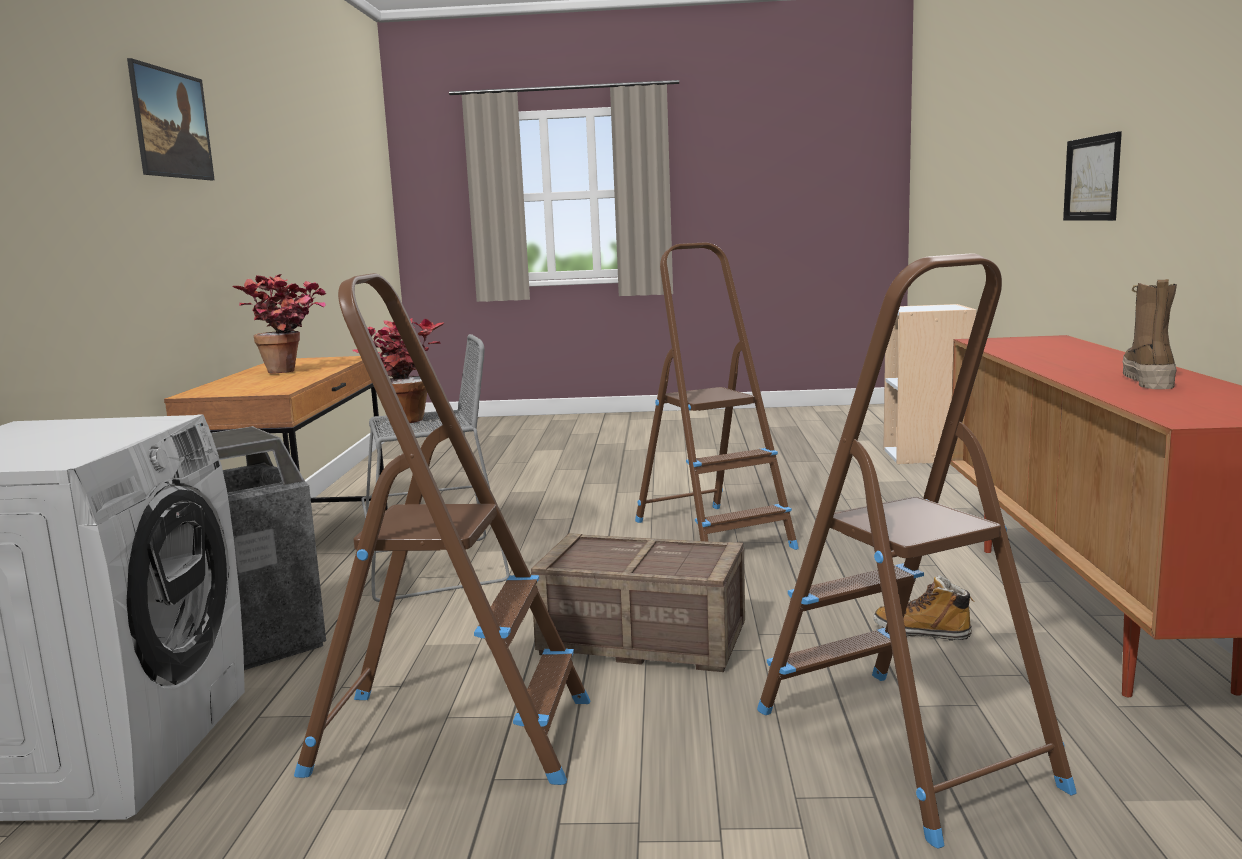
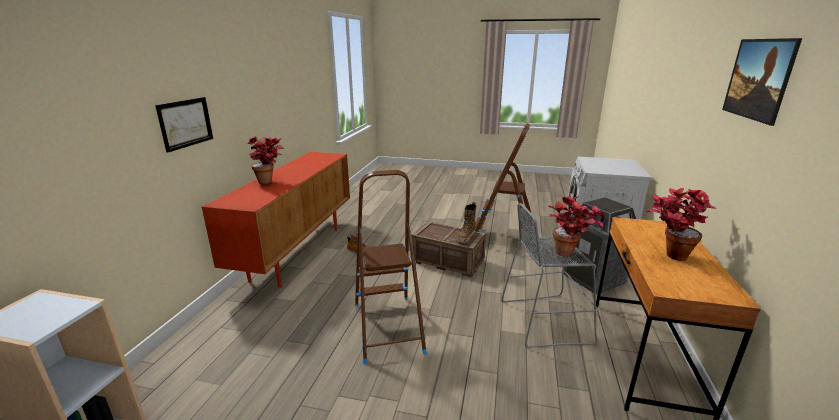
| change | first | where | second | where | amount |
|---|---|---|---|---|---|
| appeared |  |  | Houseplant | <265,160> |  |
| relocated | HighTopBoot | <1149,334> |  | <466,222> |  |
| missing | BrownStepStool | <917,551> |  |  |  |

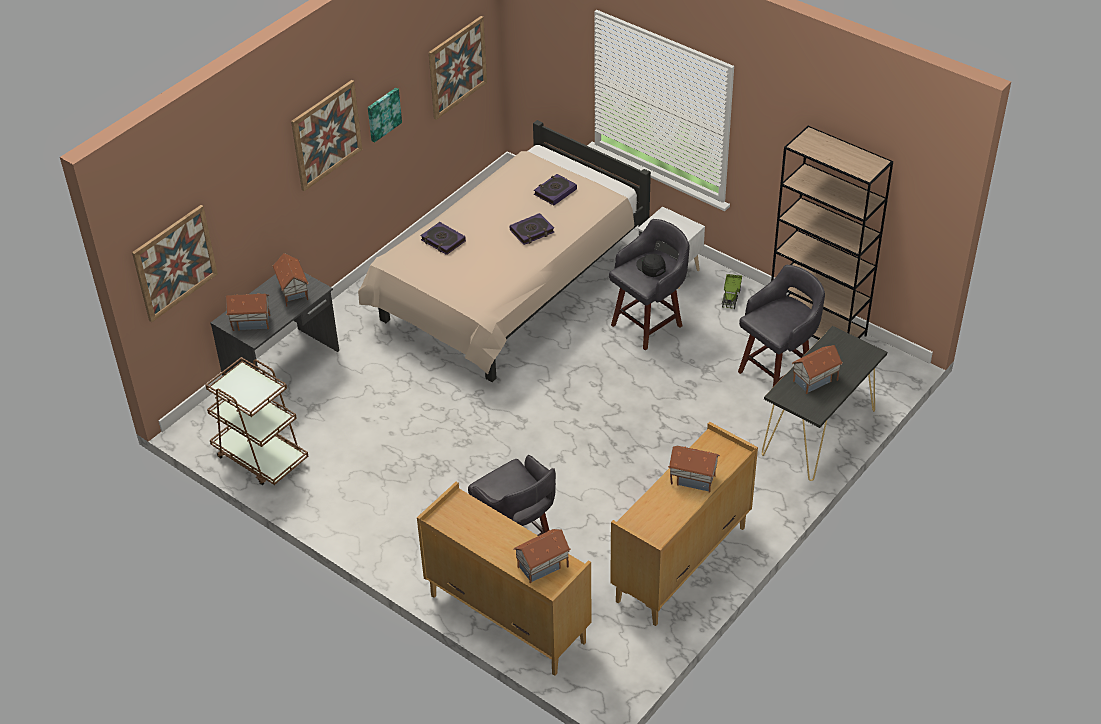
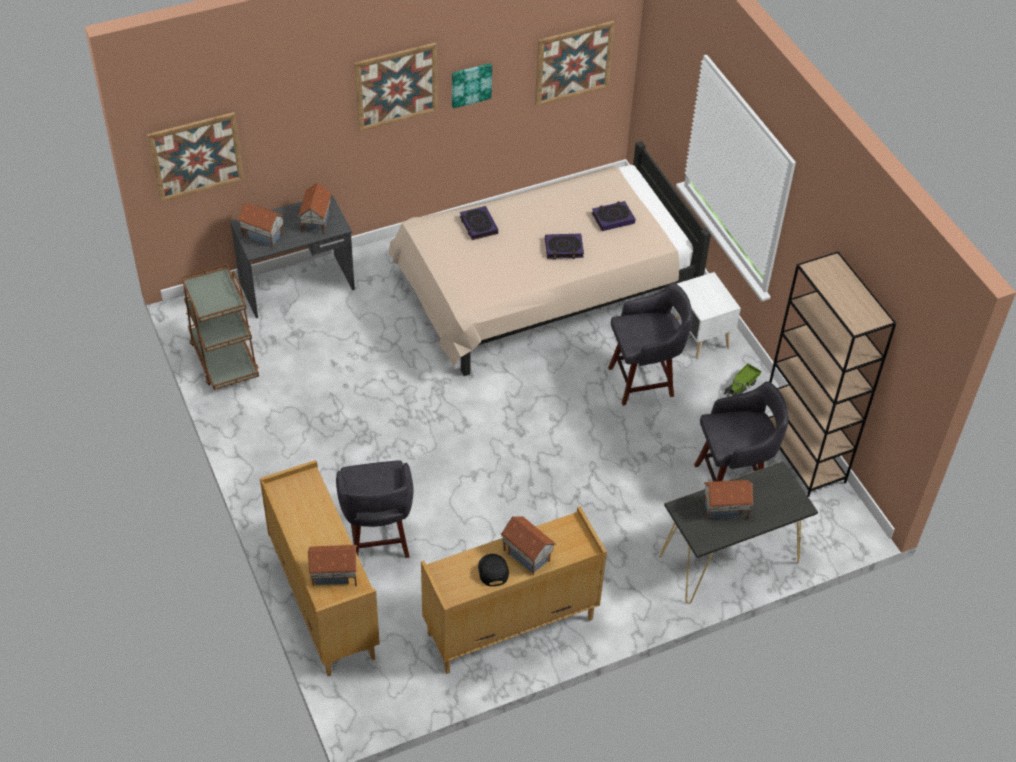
| change | first | where | second | where | amount |
|---|---|---|---|---|---|
| relocated | BlackColouredCap | <651,265> |  | <493,570> |  |

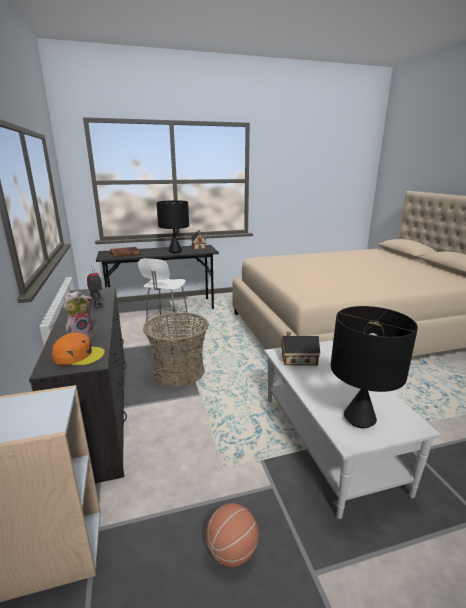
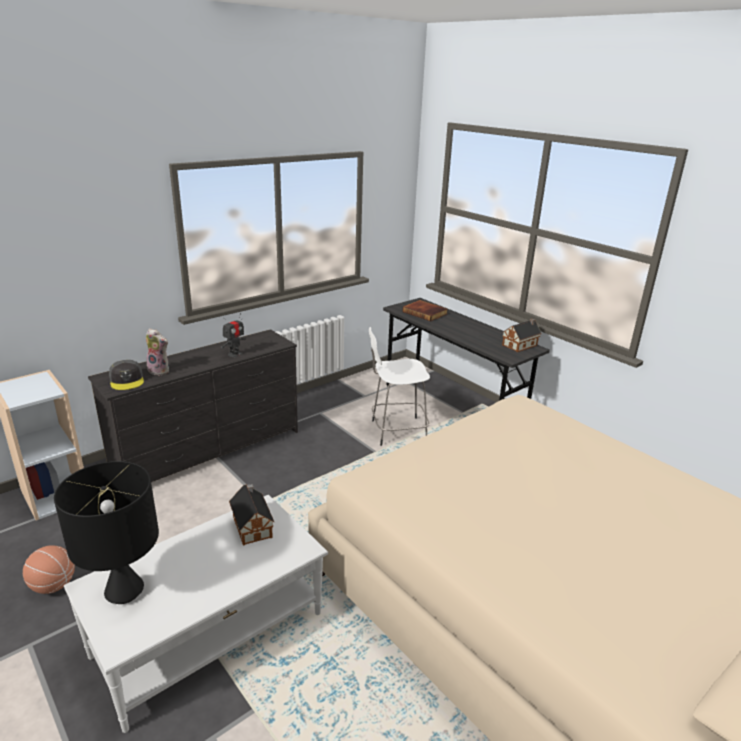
| change | first | where | second | where | amount |
|---|---|---|---|---|---|
| colour | OrangeyCap | <78,349> | GreyishCap | <126,375> |  |
| missing | Basket | <176,349> |  |  |  |
| missing | BlackColouredTableLamp | <172,226> |  |  |  |

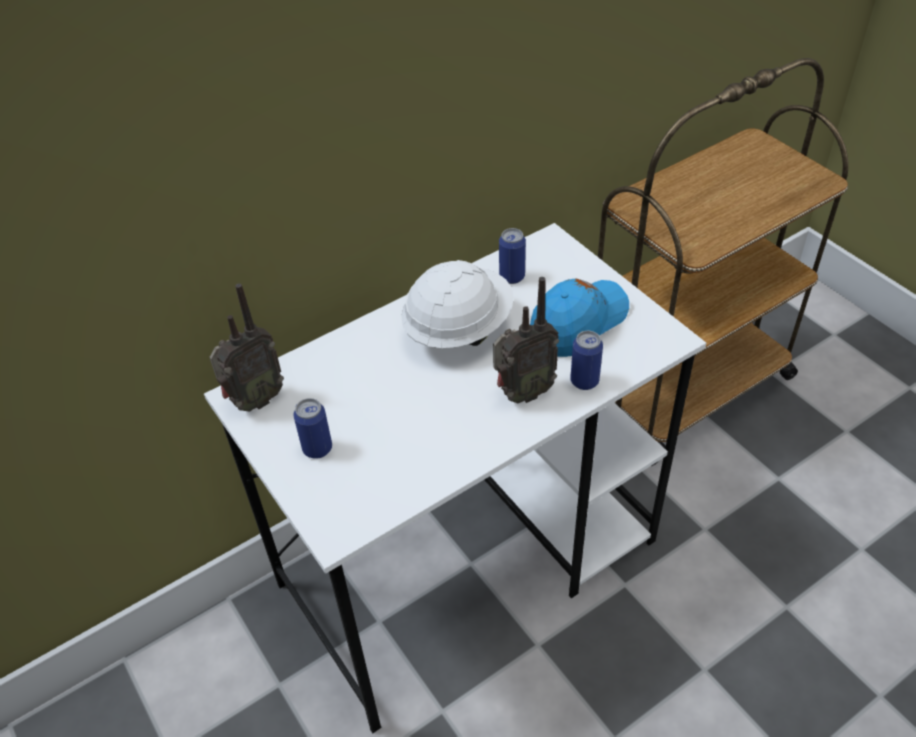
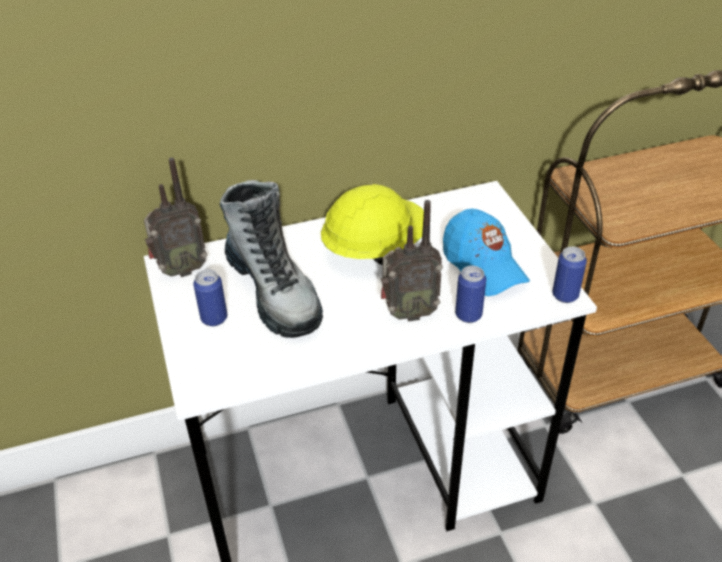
| change | first | where | second | where | amount |
|---|---|---|---|---|---|
| appeared |  |  | HighTopBoot | <271,259> |  |
| colour | WhitishWorkHelmet | <457,304> | YellowWorkHelmet | <372,224> |  |
| spun | BluishCap | <579,317> |  | <486,252> | 90 degrees clockwise |
| relocated | Can | <512,256> |  | <569,274> |  |

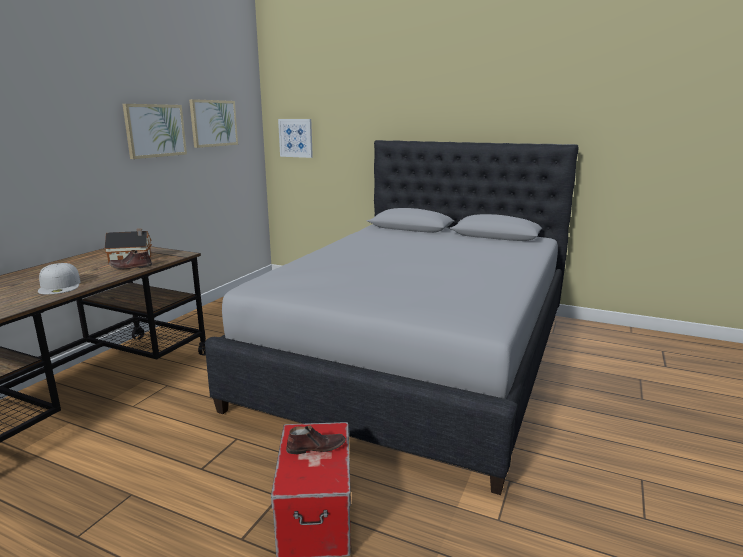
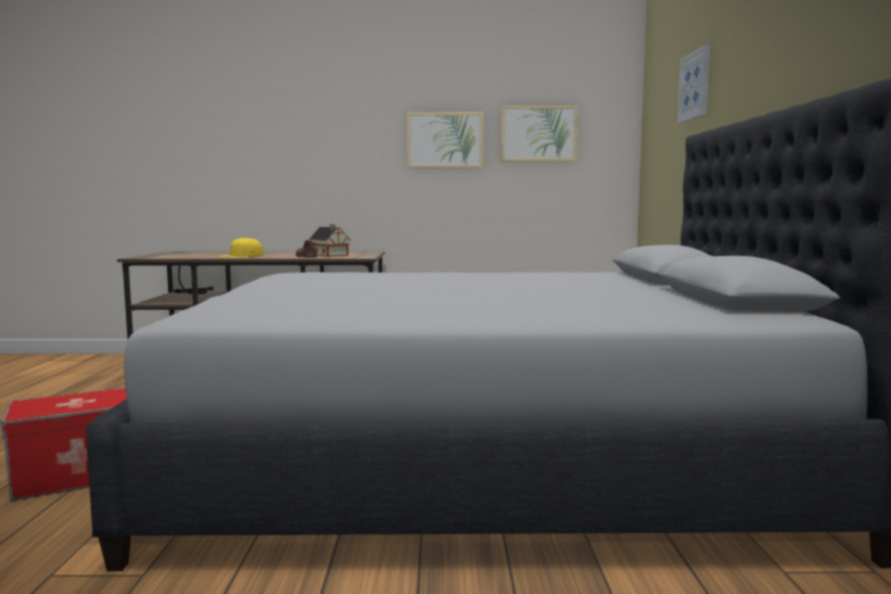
| change | first | where | second | where | amount |
|---|---|---|---|---|---|
| colour | WhitishCap | <59,278> | YellowCap | <241,247> |  |
| relocated | WallPicture | <295,138> |  | <693,83> |  |
| missing | BrownItemOfFootwear | <316,439> |  |  |  |

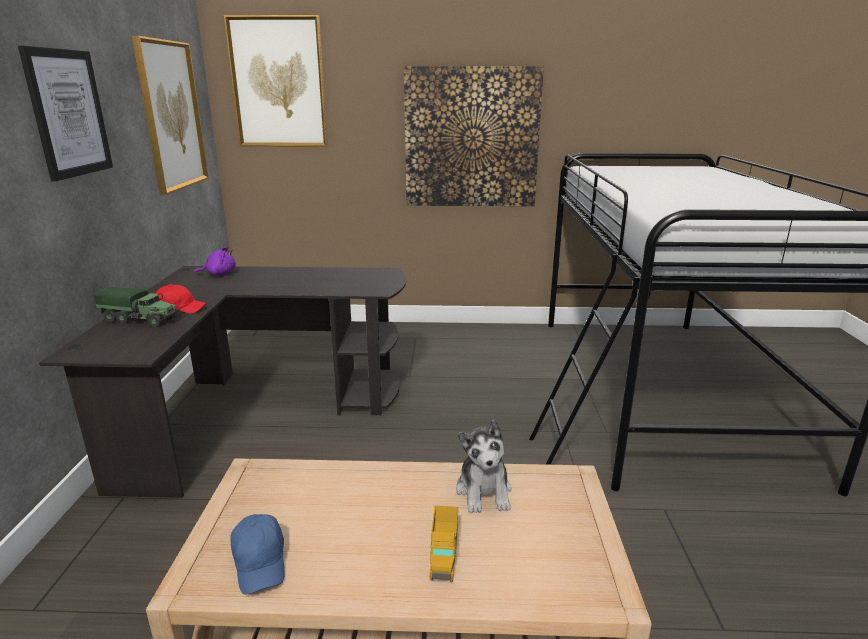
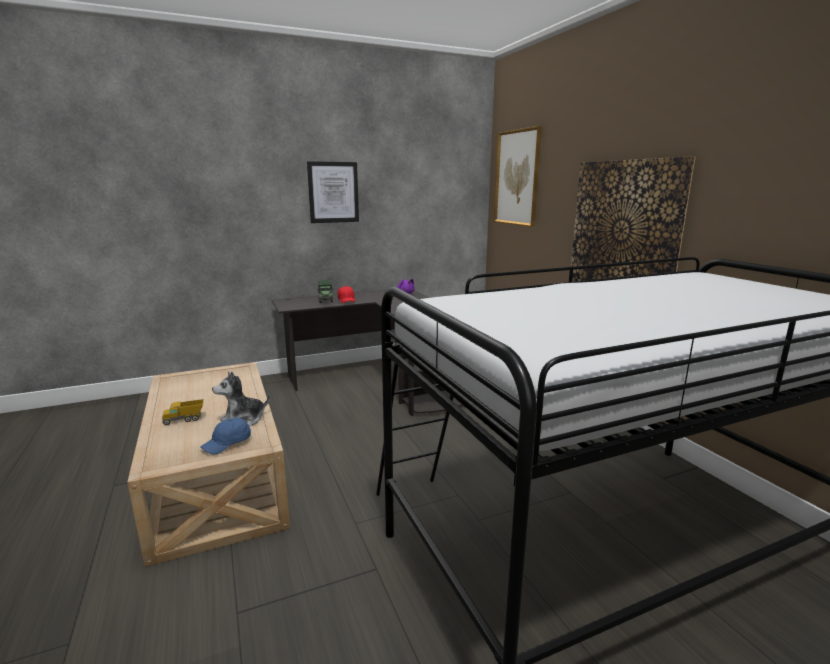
| change | first | where | second | where | amount |
|---|---|---|---|---|---|
| relocated | BluishCap | <257,554> |  | <225,436> |  |
| missing | WallPicture | <170,115> |  |  |  |

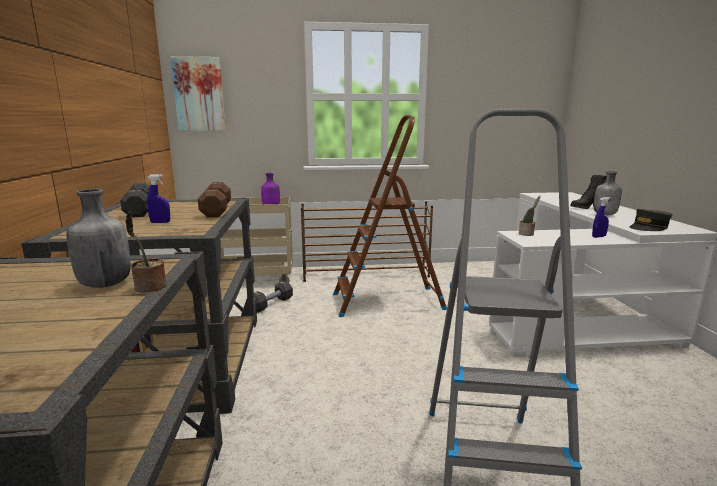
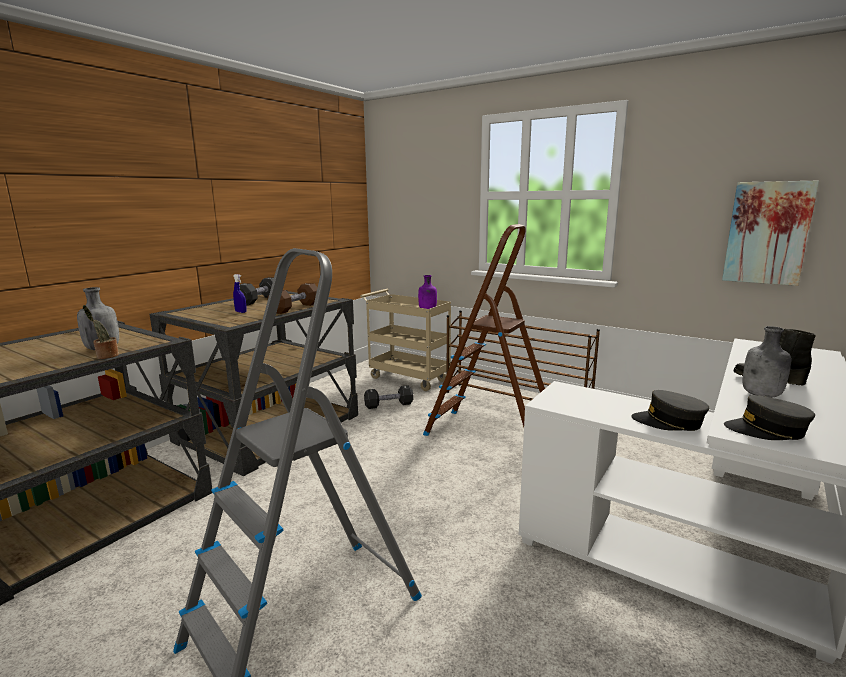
| change | first | where | second | where | amount |
|---|---|---|---|---|---|
| exchanged | BluishSprayBottle | <601,217> | GreyishCap | <670,410> |  |
| relocated | WallPicture | <198,93> |  | <770,233> |  |
| missing | Houseplant | <530,215> |  |  |  |

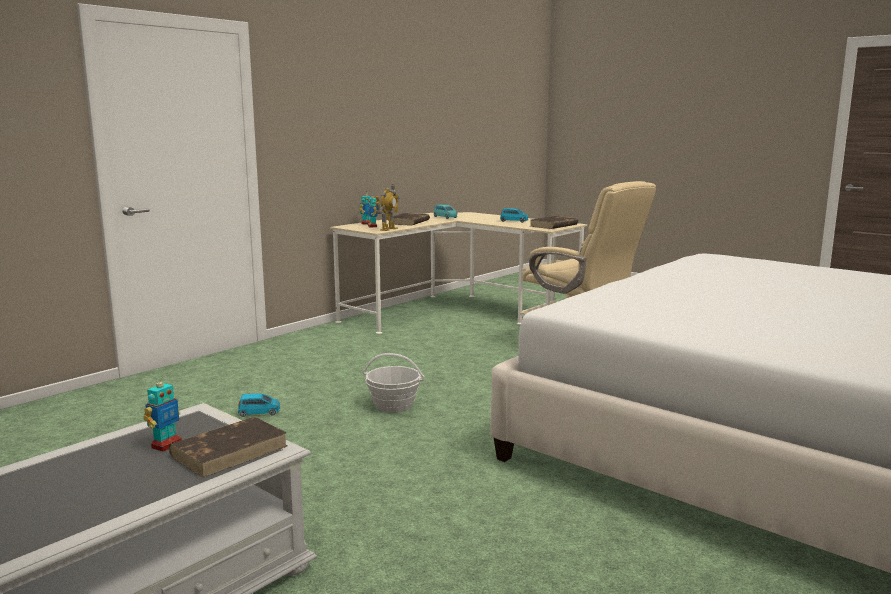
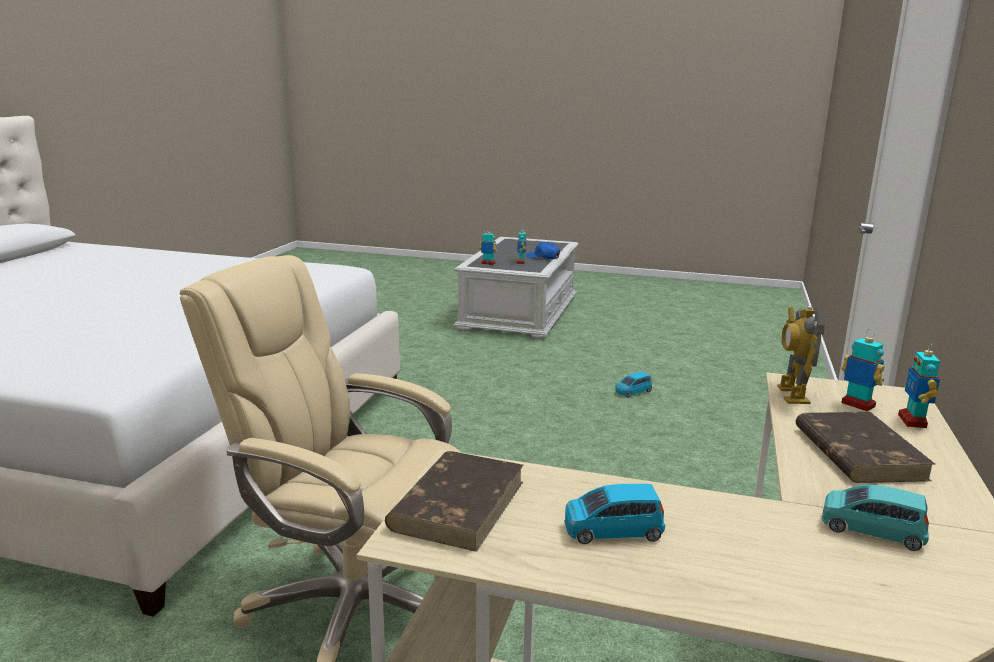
| change | first | where | second | where | amount |
|---|---|---|---|---|---|
| exchanged | BrownBoundBook | <228,447> | RobotFigure | <488,246> |  |
| appeared |  |  | BluishCap | <543,250> |  |
| missing | Basket | <393,382> |  |  |  |

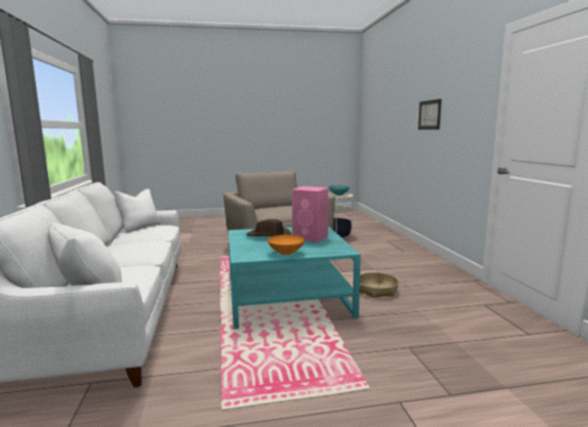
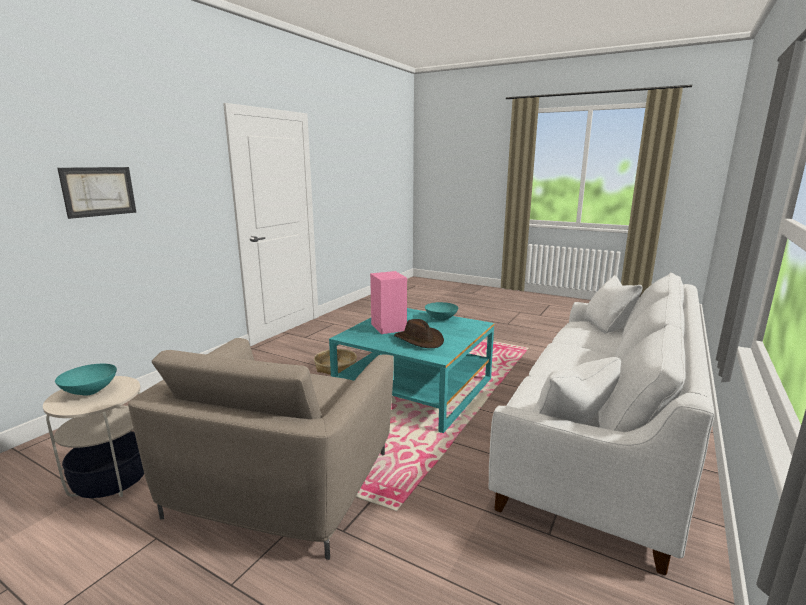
| change | first | where | second | where | amount |
|---|---|---|---|---|---|
| colour | OrangeyDeepDish | <286,245> | TurquoiseColouredDeepDish | <441,311> |  |

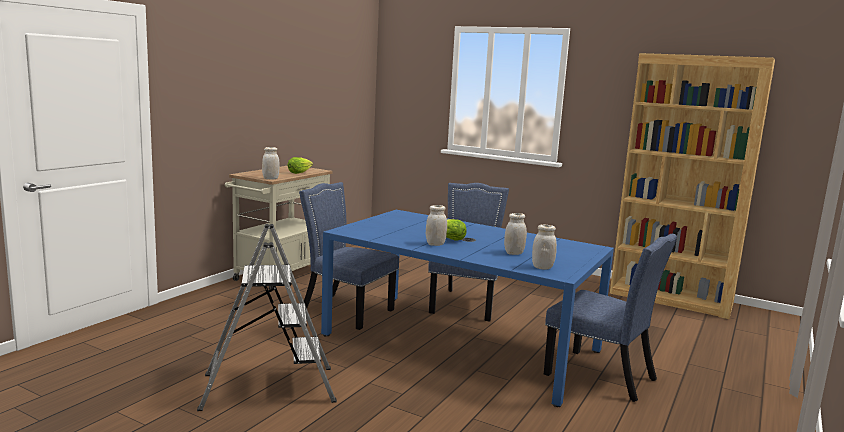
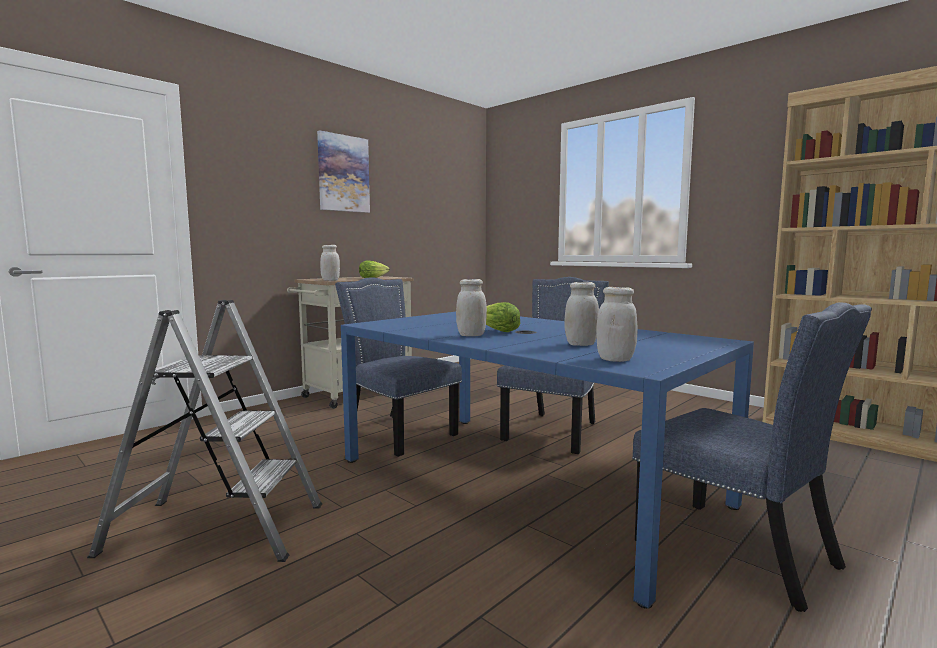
| change | first | where | second | where | amount |
|---|---|---|---|---|---|
| appeared |  |  | WallPicture | <343,171> |  |

